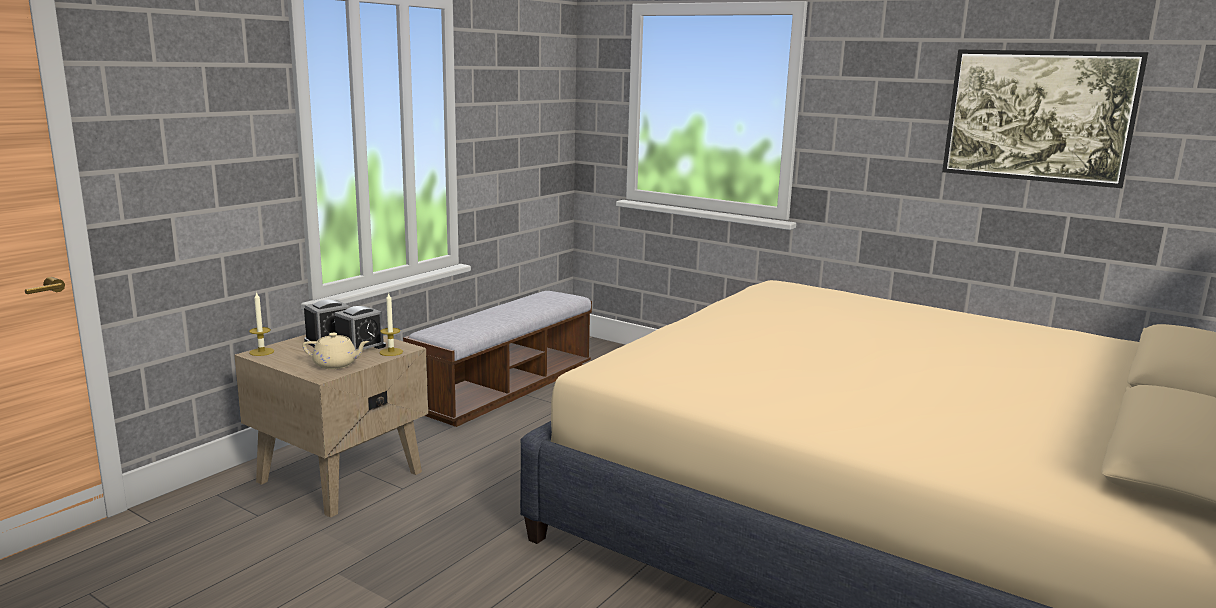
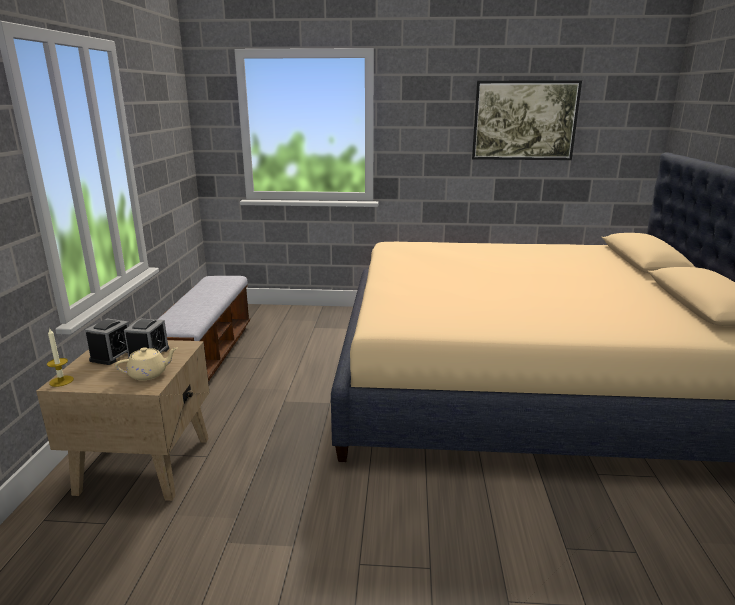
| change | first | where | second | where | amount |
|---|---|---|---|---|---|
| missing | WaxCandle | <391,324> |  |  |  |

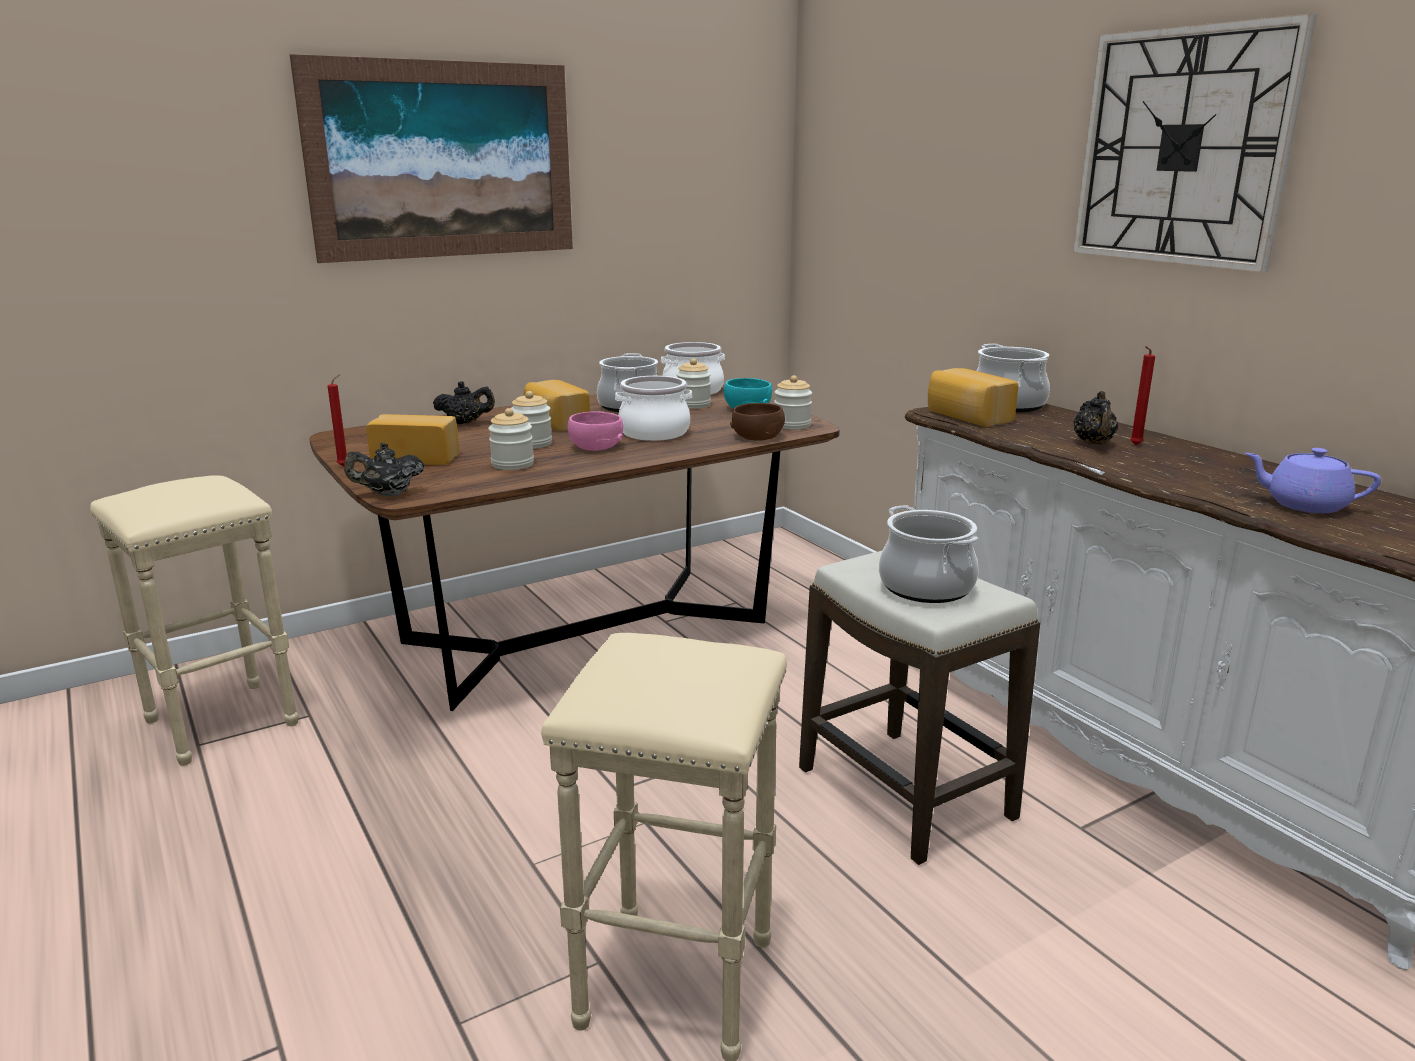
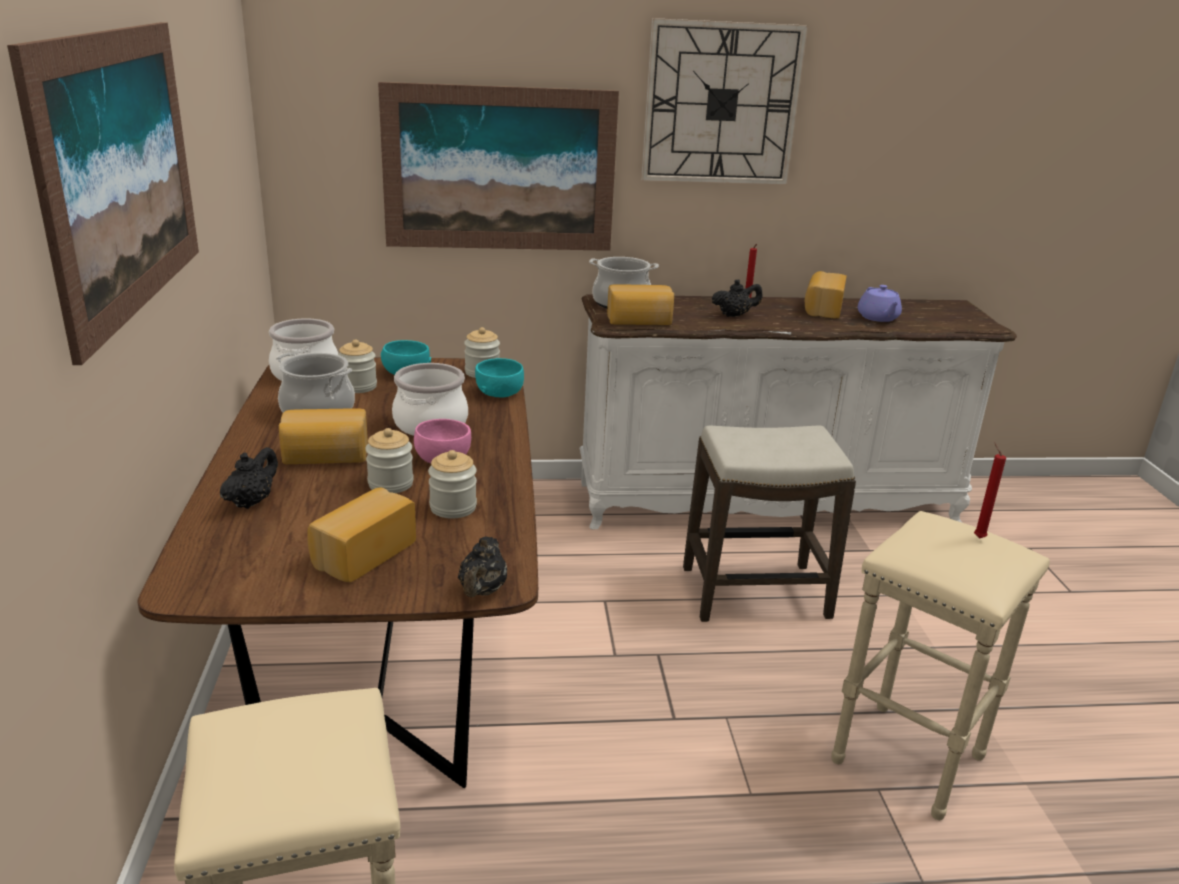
| change | first | where | second | where | amount |
|---|---|---|---|---|---|
| appeared |  |  | WallPicture | <498,166> |  |
| colour | BrownDeepDish | <757,422> | TurquoiseColouredDeepDish | <499,378> |  |
| spun | BlackColouredTeapot | <1096,418> |  | <737,298> | 45 degrees counterclockwise |
| appeared |  |  | BakeryBread | <826,294> |  |
| spun | PurplishTeapot | <1313,480> |  | <880,303> | 60 degrees counterclockwise |
| relocated | RedWaxCandle | <337,420> |  | <990,490> |  |
| missing | Stockpot | <929,554> |  |  |  |

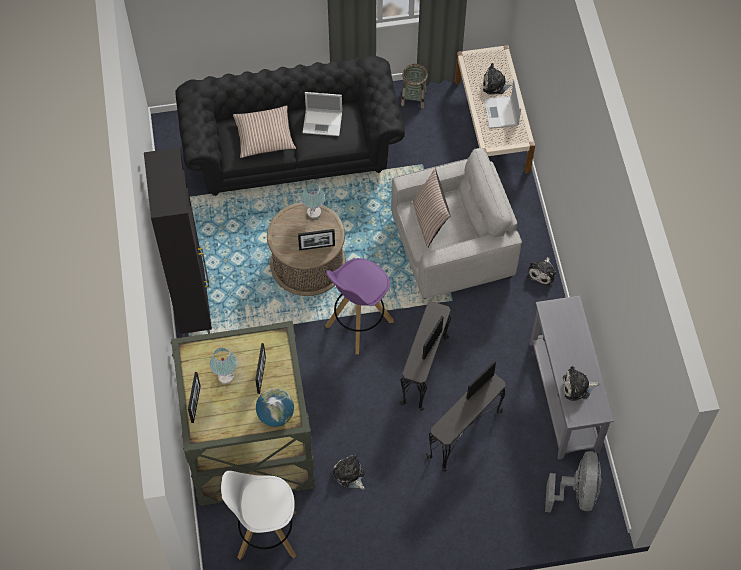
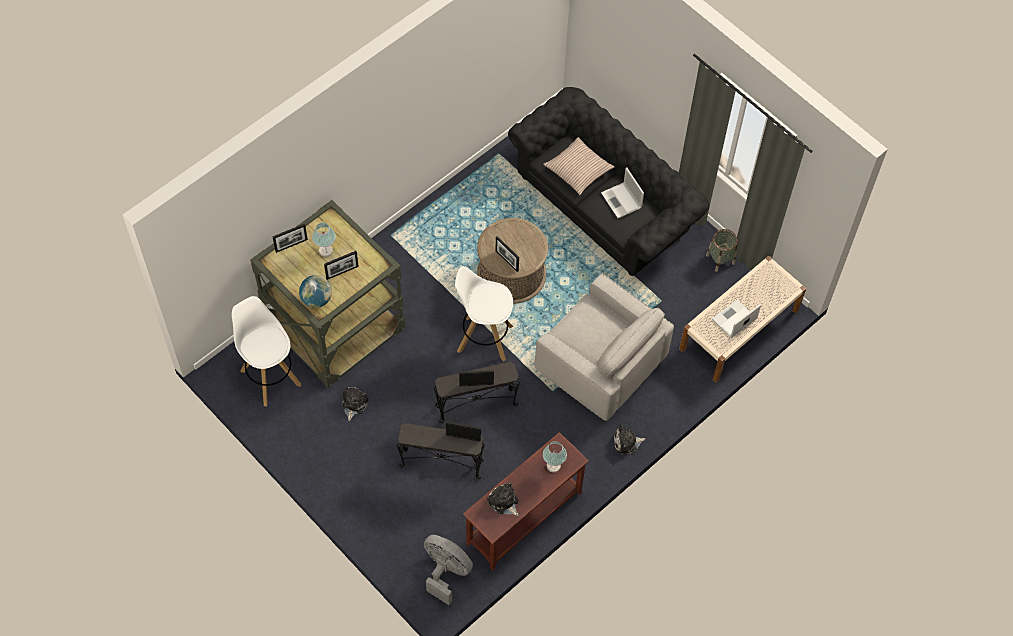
| change | first | where | second | where | amount |
|---|---|---|---|---|---|
| spun | GreyishElectricFan | <573,482> |  | <448,570> | 120 degrees counterclockwise |
| colour | PurplishStool | <359,306> | WhitishStool | <484,313> |  |
| colour | GreyishNarrowTable | <572,378> | BrownNarrowTable | <526,501> |  |
| relocated | TableLamp | <313,201> |  | <555,457> |  |
| missing | BlackColouredCupboard | <178,242> |  |  |  |
| missing | Pillow | <432,208> |  |  |  |
| missing | CuddlyToy | <498,79> |  |  |  |

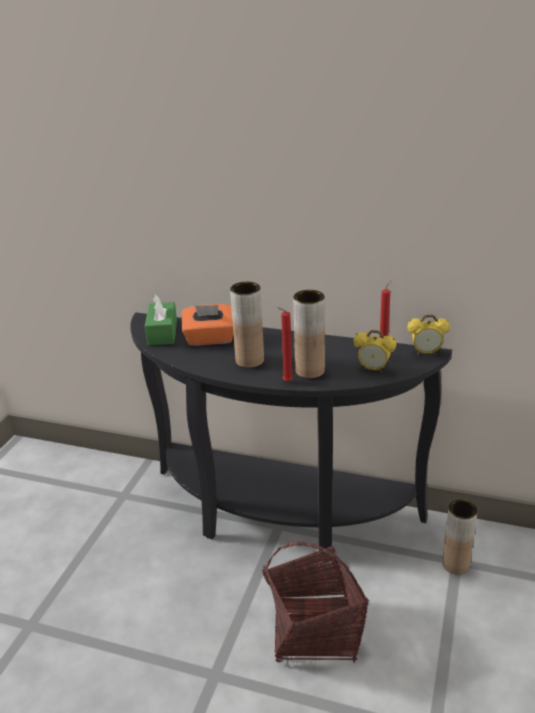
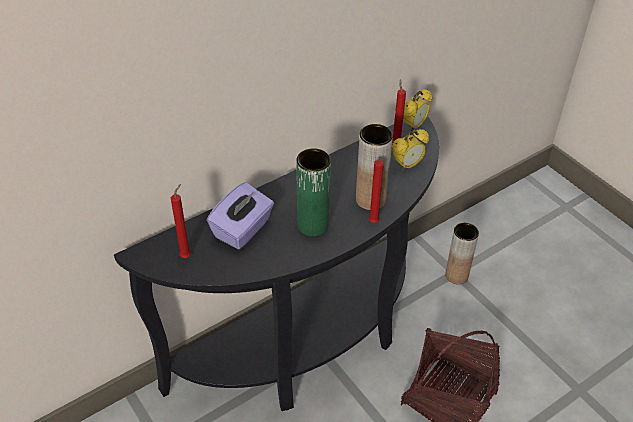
| change | first | where | second | where | amount |
|---|---|---|---|---|---|
| exchanged | GreenTissueBox | <161,320> | RedWaxCandle | <181,221> |  |
| colour | OrangeyTissueBox | <207,325> | PurplishTissueBox | <240,215> |  |
| colour | BrownVase | <247,325> | GreenVase | <313,192> |  |

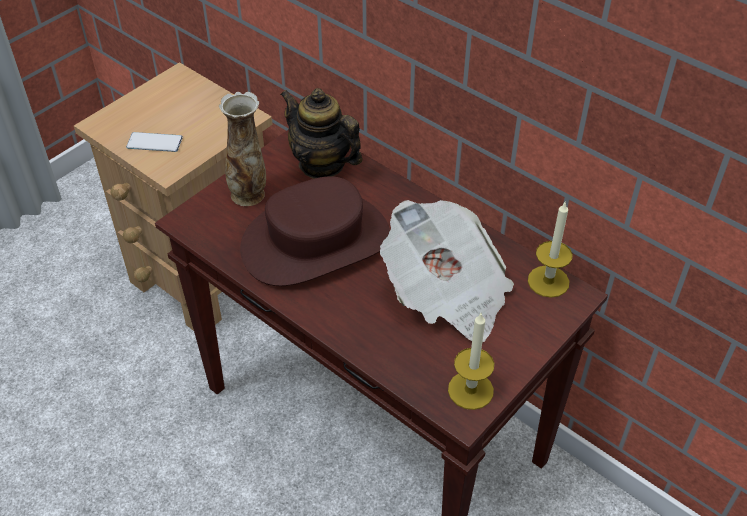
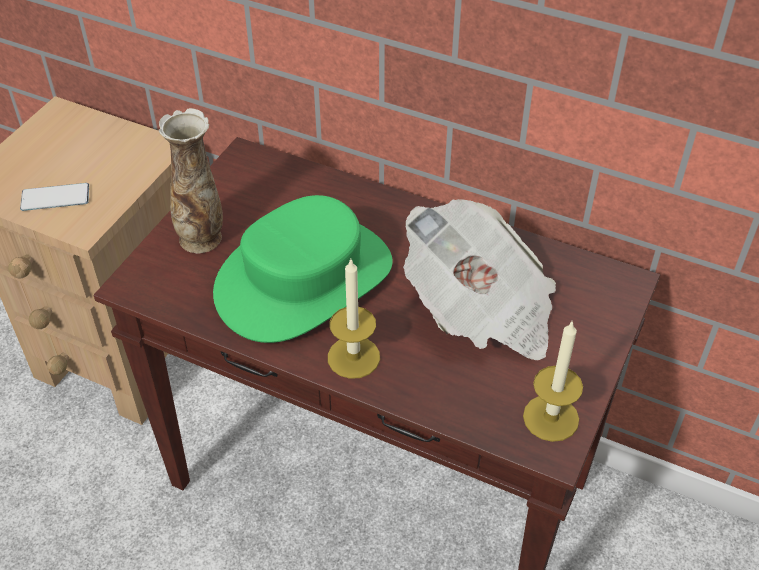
| change | first | where | second | where | amount |
|---|---|---|---|---|---|
| colour | BrownHat | <315,231> | GreenHat | <303,269> |  |
| relocated | WaxCandle | <550,249> |  | <354,319> |  |
| missing | Teapot | <321,133> |  |  |  |

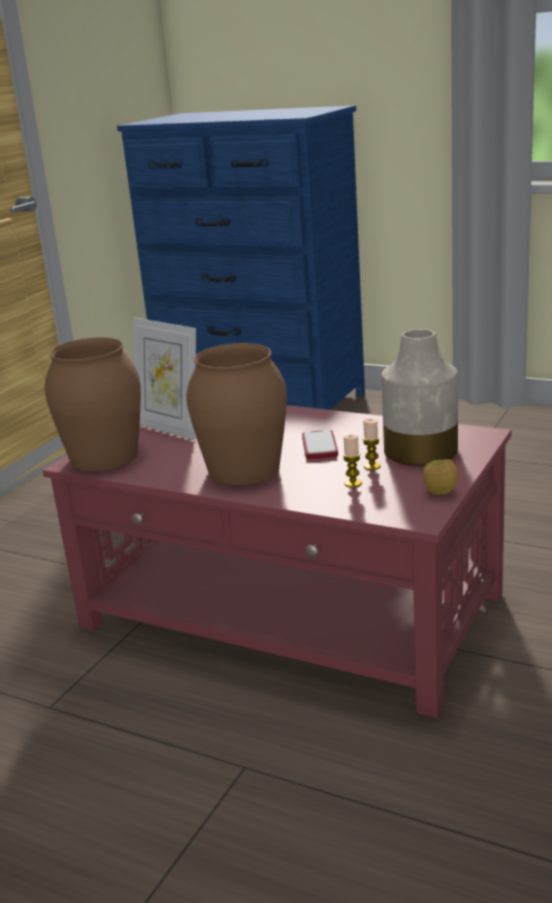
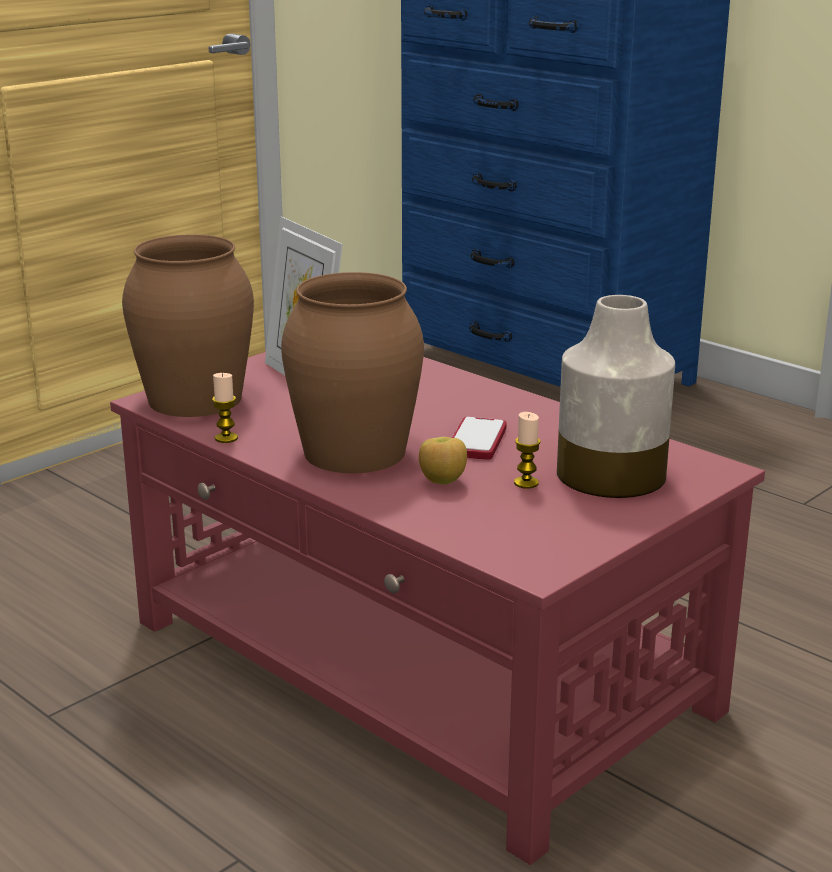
| change | first | where | second | where | amount |
|---|---|---|---|---|---|
| relocated | WaxCandle | <352,461> |  | <225,408> |  |
| relocated | WholeApple | <440,477> |  | <443,461> |  |

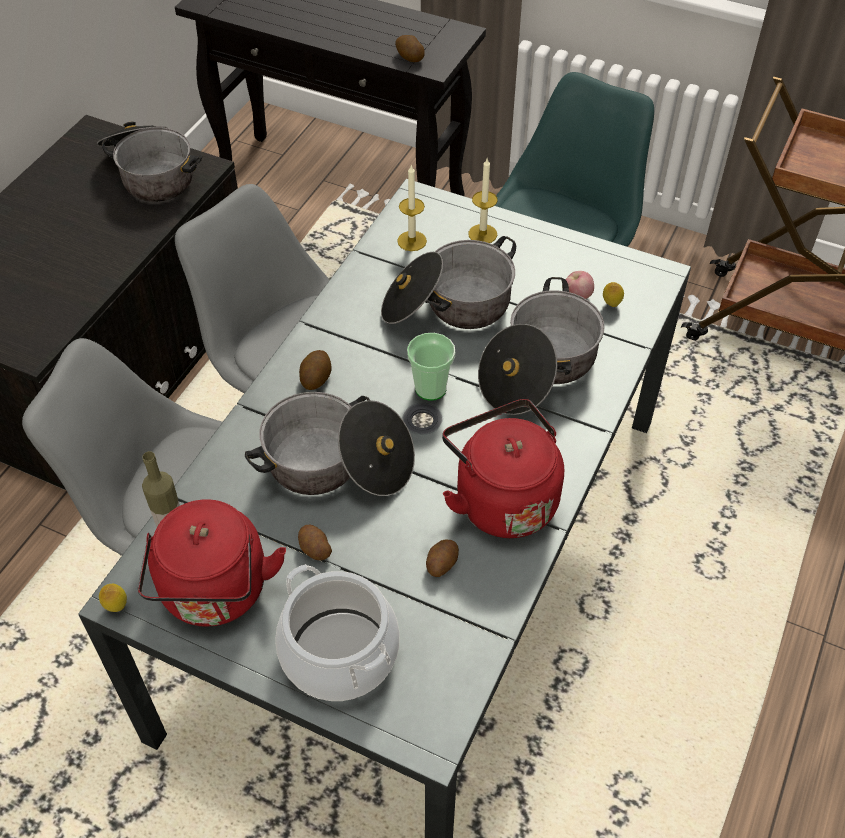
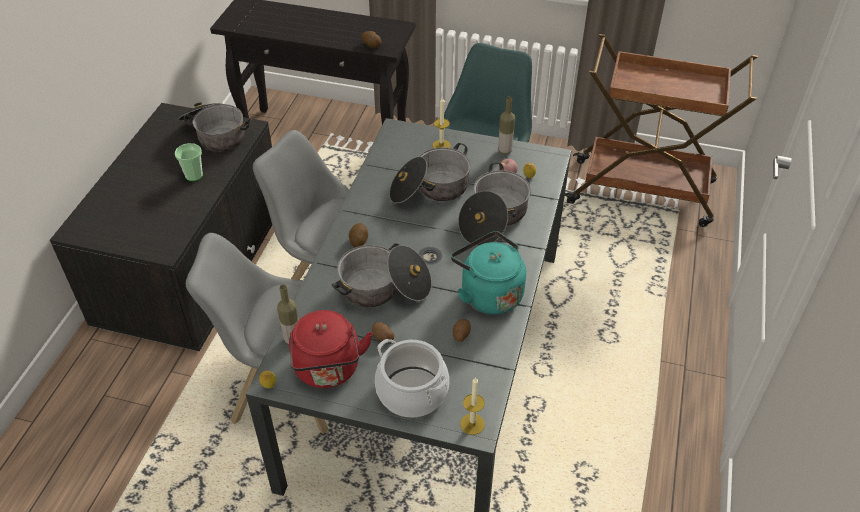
| change | first | where | second | where | amount |
|---|---|---|---|---|---|
| relocated | DrinkingCup | <431,366> |  | <189,162> |  |
| colour | RedWaterKettle | <503,468> | TurquoiseColouredWaterKettle | <488,273> |  |
| relocated | WaxCandle | <412,208> |  | <472,406> |  |
| appeared |  |  | DrinkBottle | <506,125> |  |

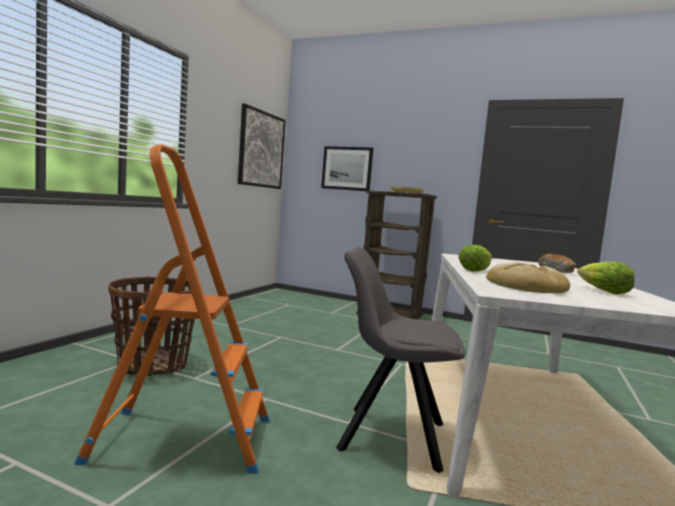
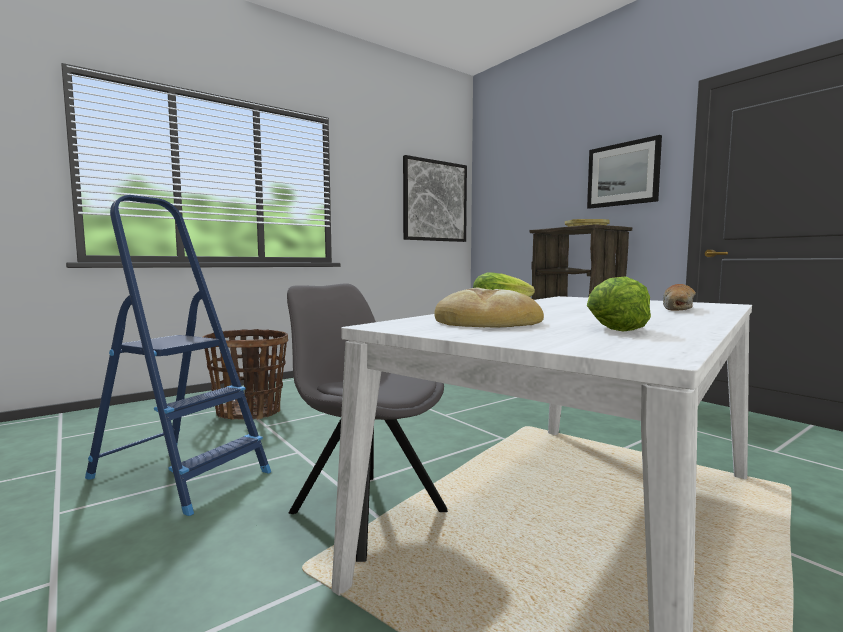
| change | first | where | second | where | amount |
|---|---|---|---|---|---|
| colour | OrangeyStepStool | <172,309> | BluishStepStool | <178,355> |  |
| relocated | WallPicture | <347,168> |  | <624,172> |  |

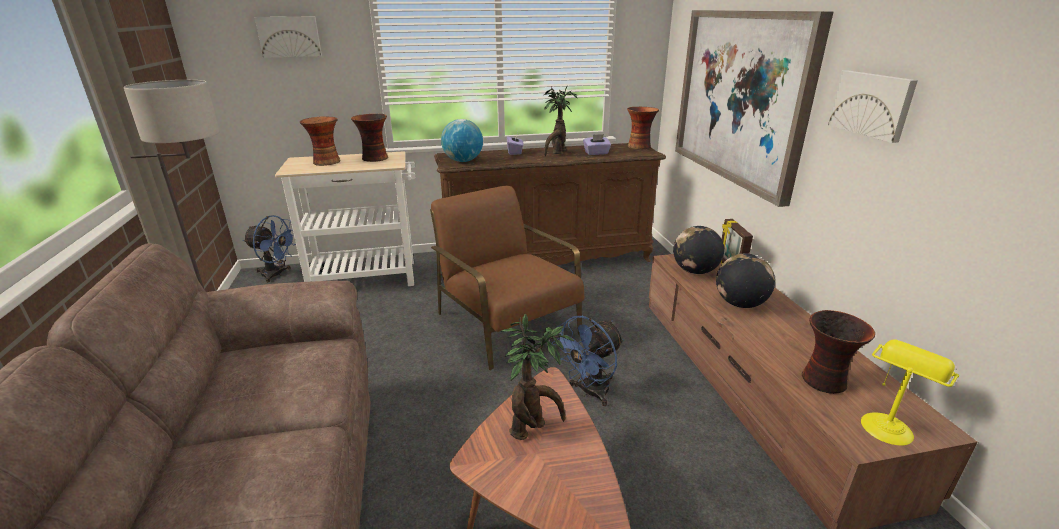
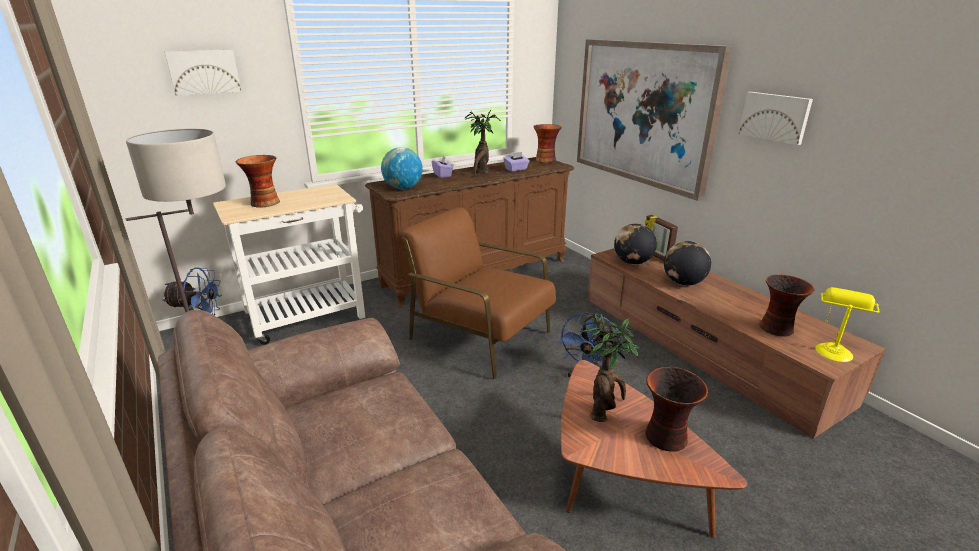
| change | first | where | second | where | amount |
|---|---|---|---|---|---|
| relocated | Vase | <369,138> |  | <676,409> |  |

